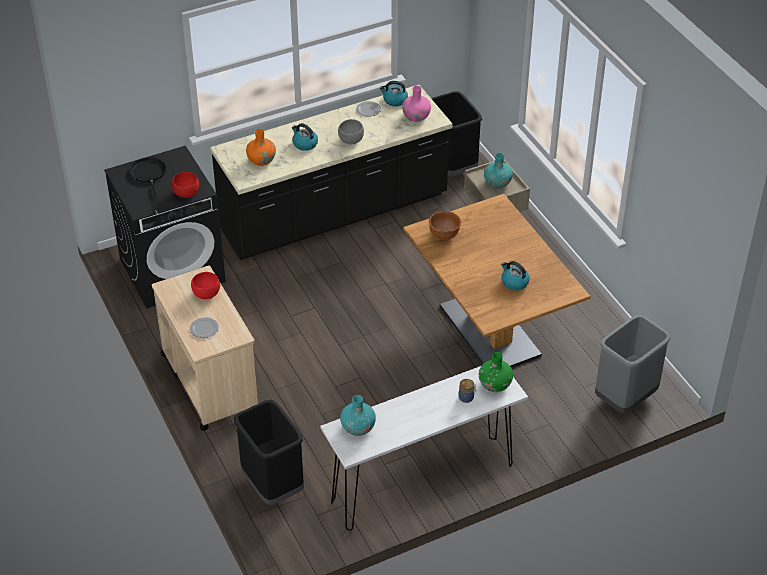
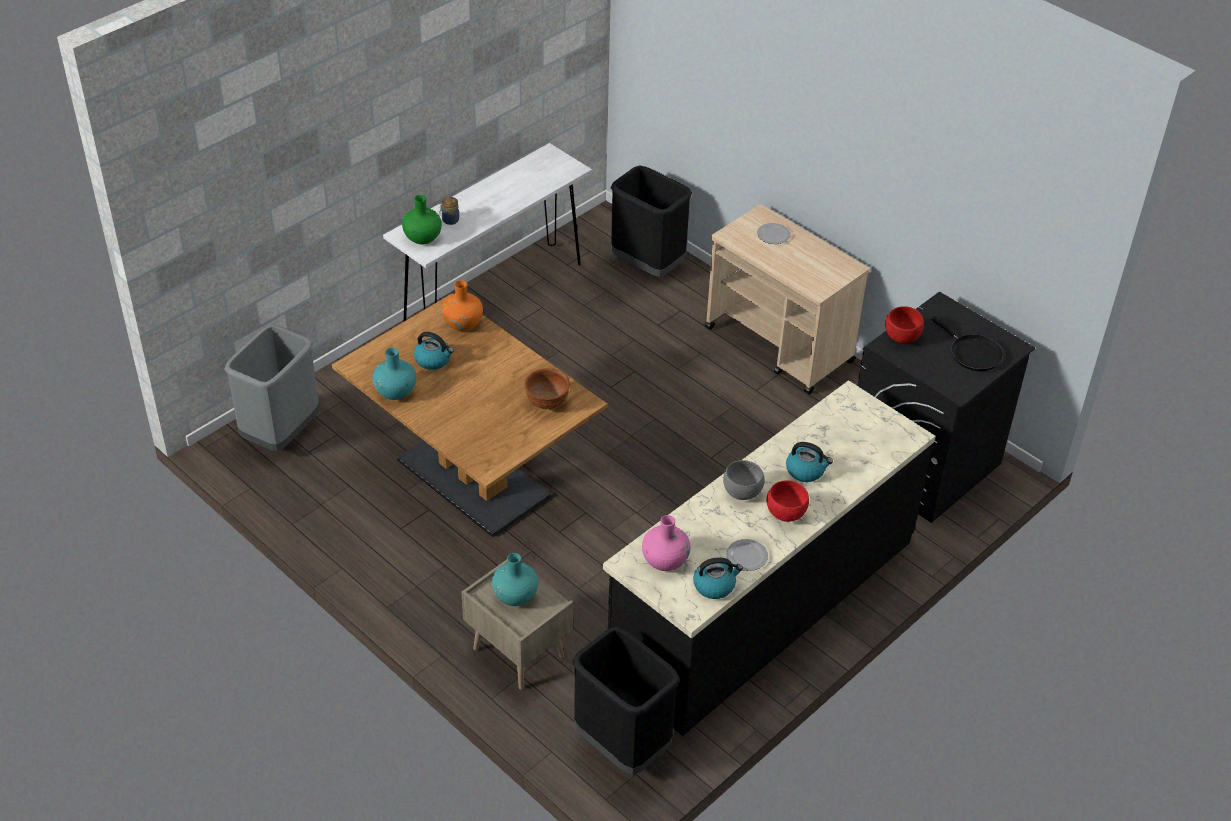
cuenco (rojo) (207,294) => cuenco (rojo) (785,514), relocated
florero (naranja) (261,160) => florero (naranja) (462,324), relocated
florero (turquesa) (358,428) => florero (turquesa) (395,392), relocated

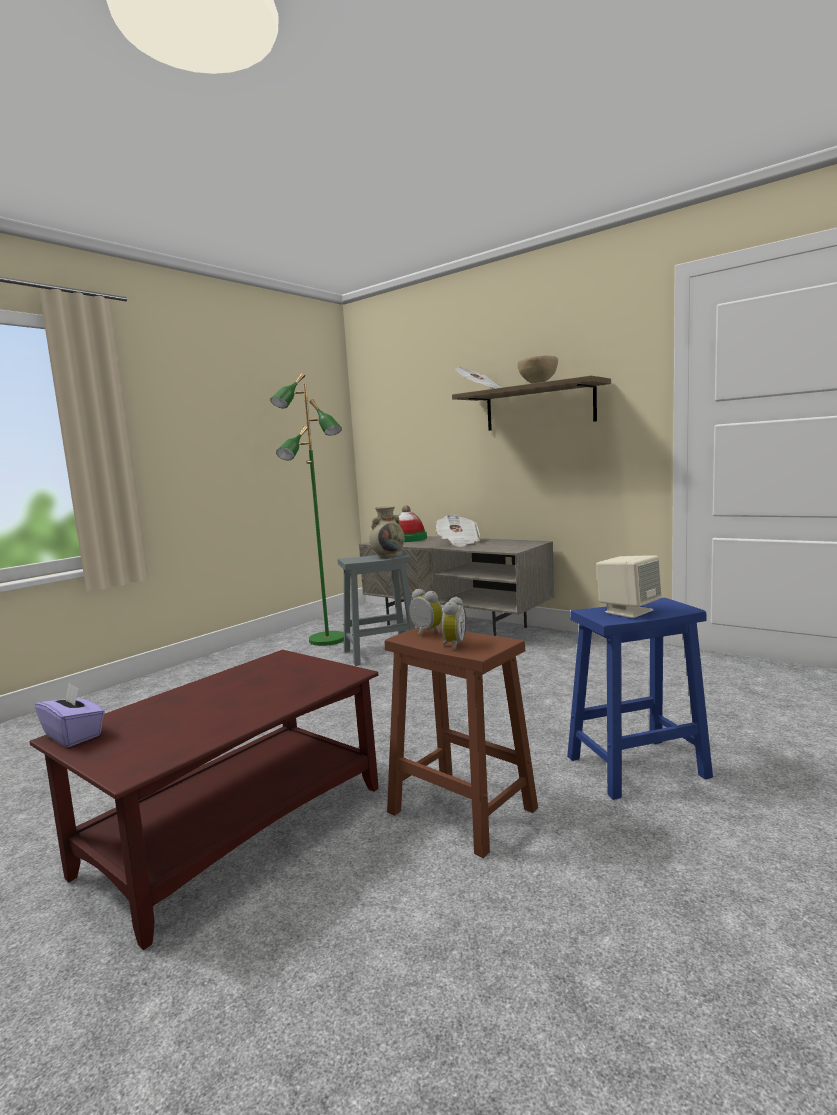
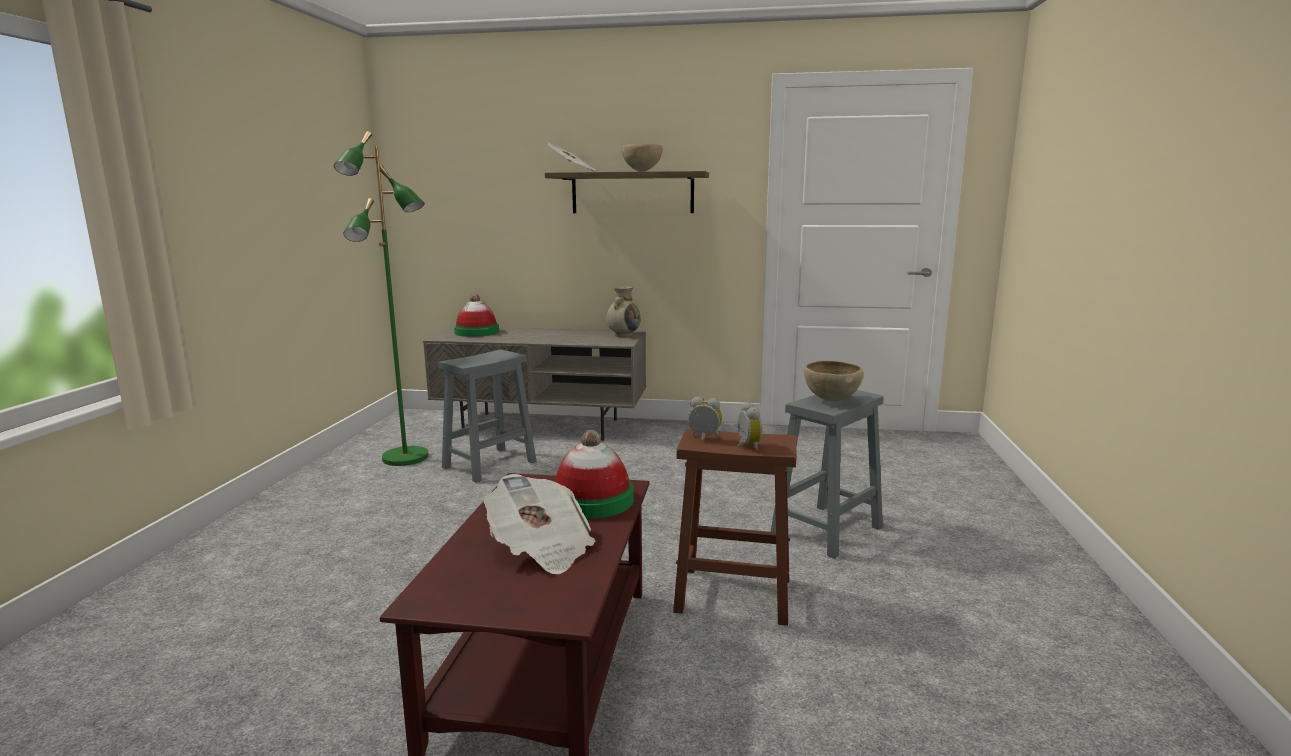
caja de pañuelos (morado) (74,735) => nothing
florero (beis) (388,555) => florero (beis) (623,335), relocated
periódico (458,543) => periódico (541,548), relocated
taburete (azul) (635,767) => taburete (gris) (826,531)
altavoz (beis) (628,611) => cuenco (marrón) (831,401)
nothing => sombrero (592,500)

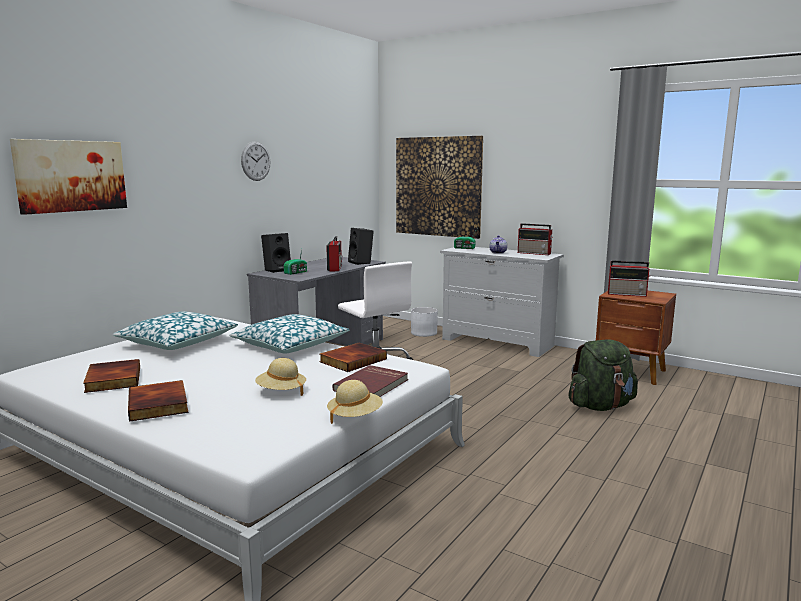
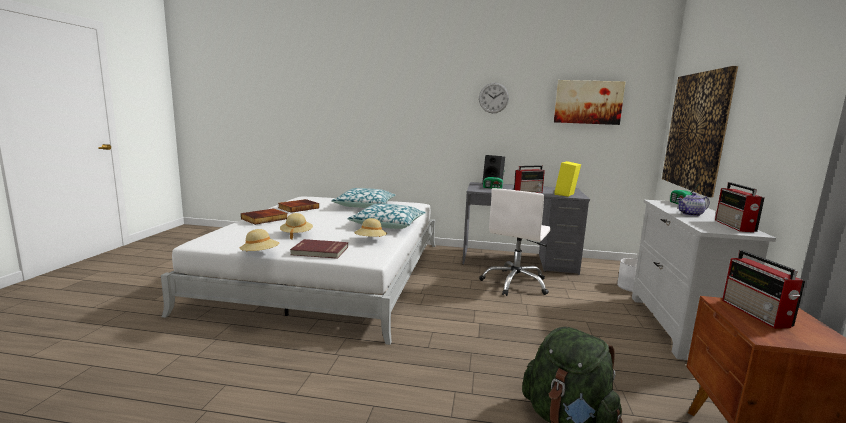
cuadro (71,176) => cuadro (588,102), relocated
libro (352,360) => sombrero (beis) (370,241)
altavoz (negro) (361,262) => altavoz (amarillo) (566,195)

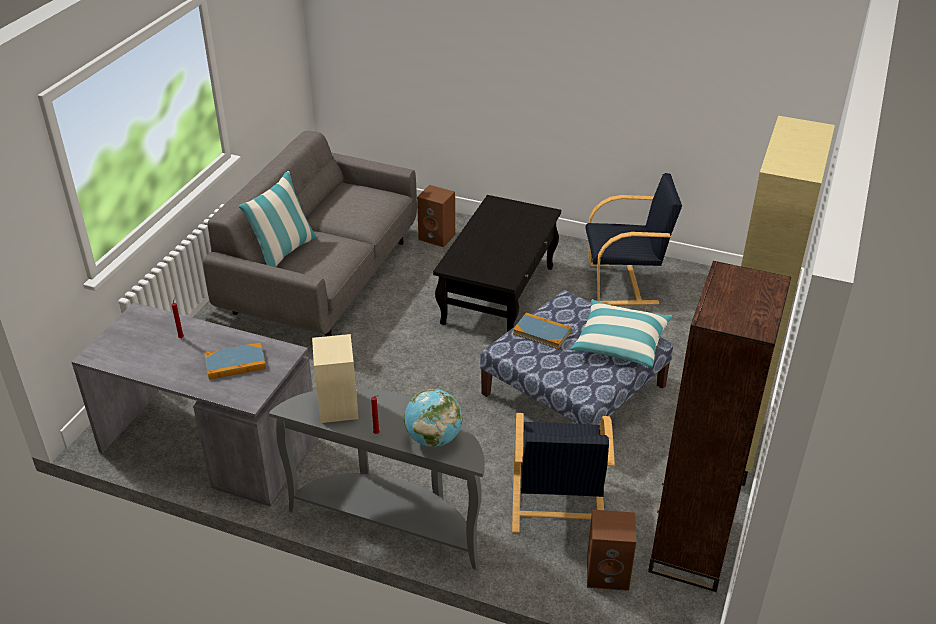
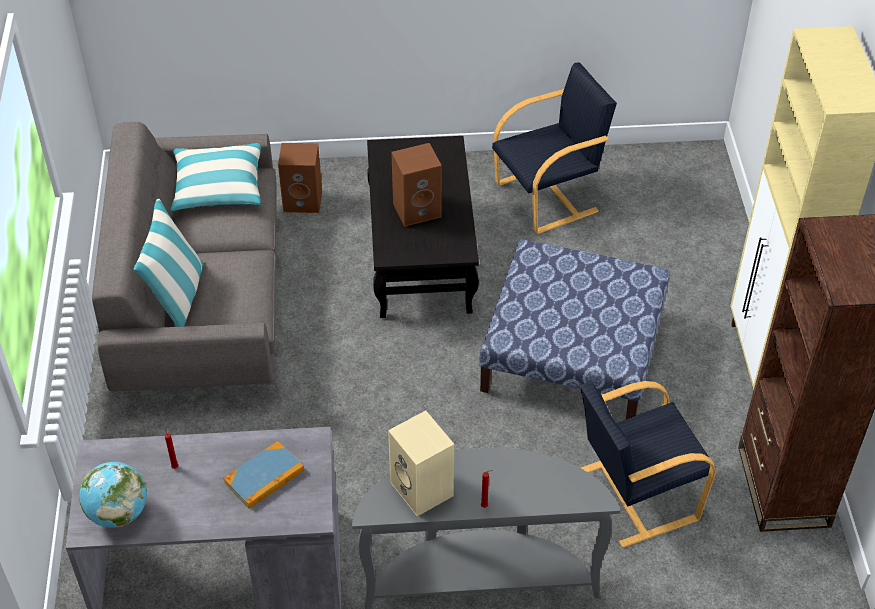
globo terráqueo (433,438) => globo terráqueo (118,513), relocated
sillón (negro) (557,506) => sillón (negro) (635,494), 90 degrees clockwise
libro (542,332) => nothing
cojín (620,343) => cojín (218,186), relocated
altavoz (marrón) (608,573) => altavoz (marrón) (417,209), relocated

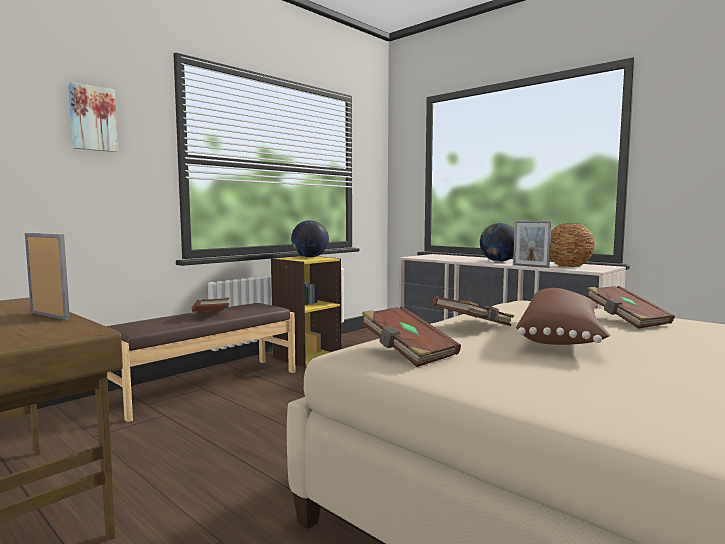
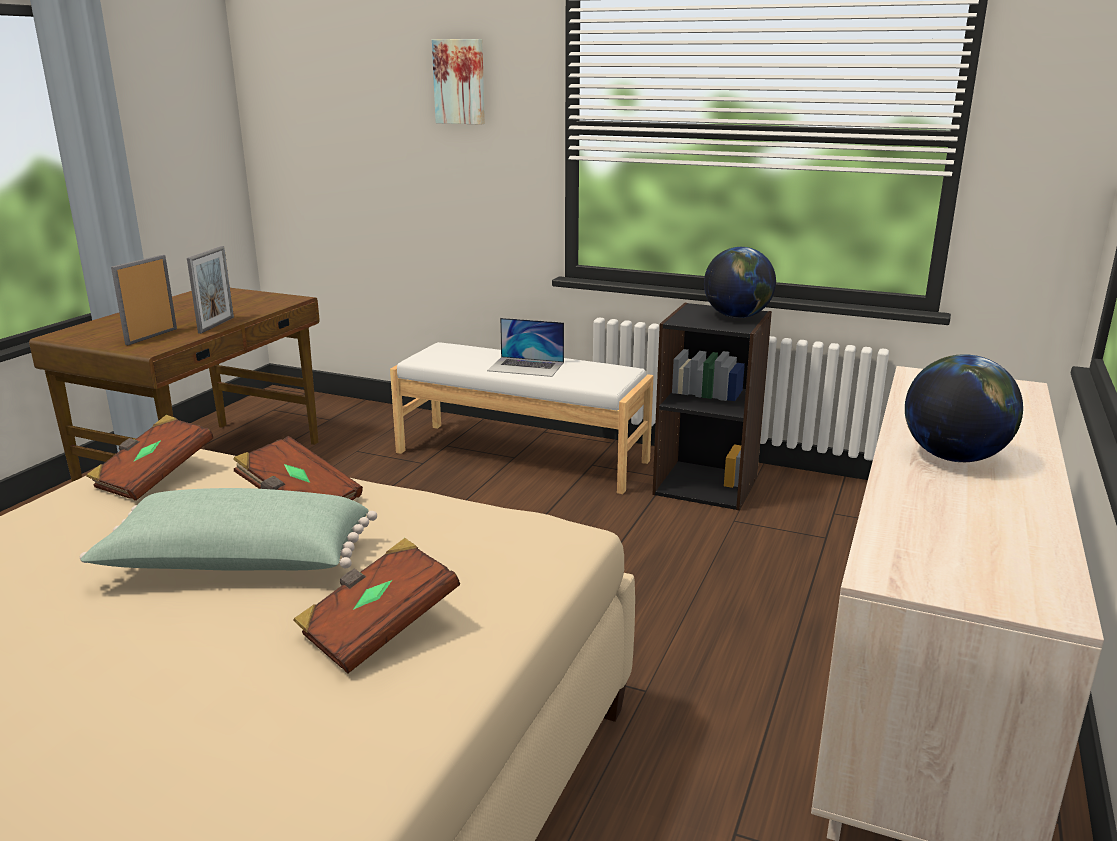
banco (marrón) (206,386) => banco (blanco) (522,456)
libro (marrón) (211,315) => portátil (526,366)
estantería (amarillo) (306,356) => estantería (negro) (706,484)
portarretratos (530,266) => portarretratos (151,336), relocated
cojín (marrón) (562,337) => cojín (verde) (238,565)
florero (568,266) => nothing

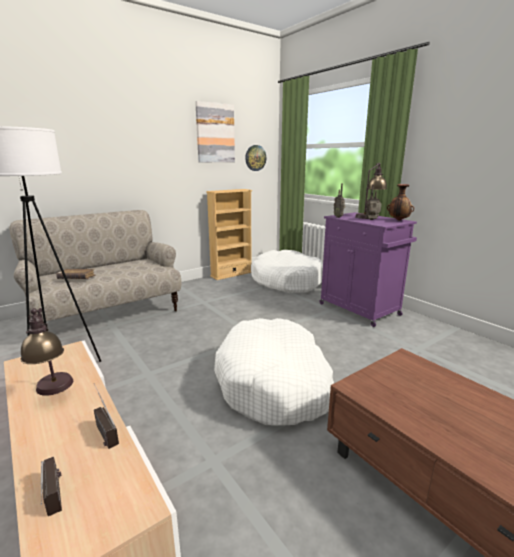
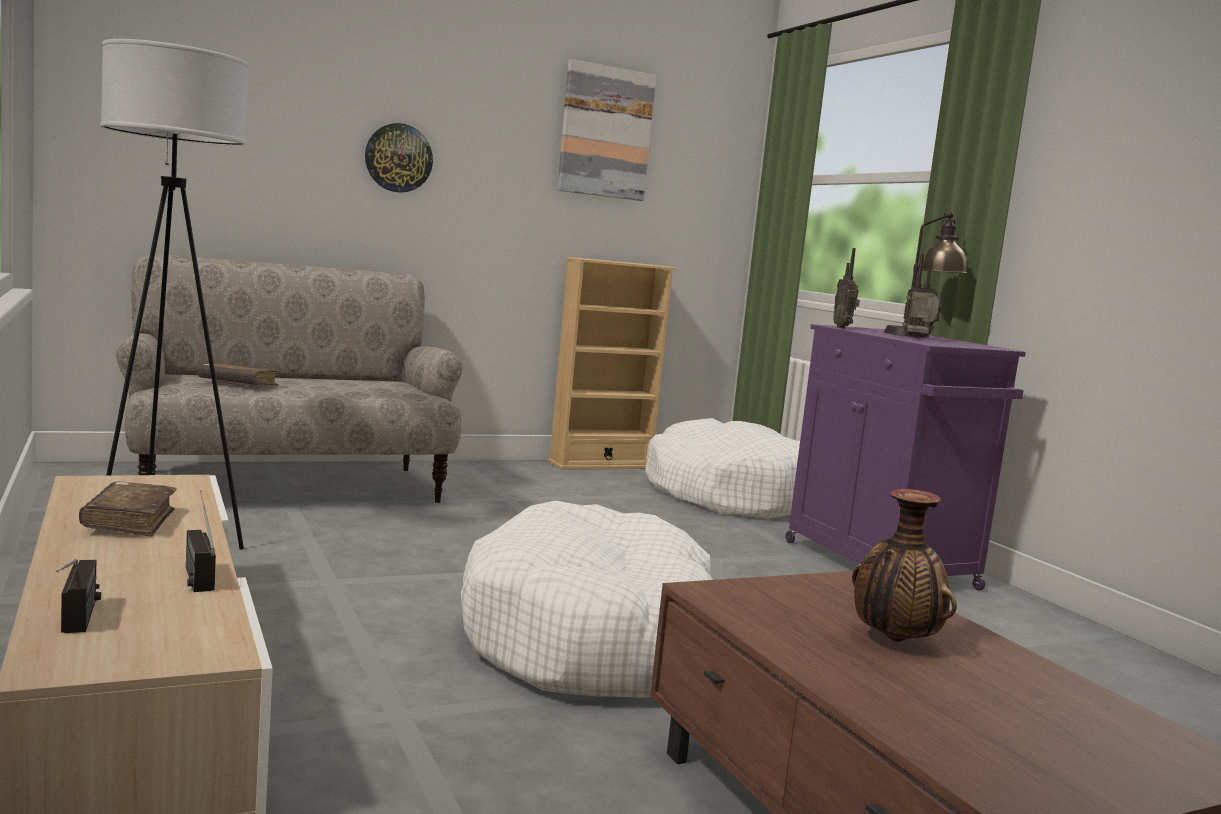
lámpara de mesa (54,392) => libro (marrón) (129,522)
reloj de pared (255,158) => reloj de pared (398,158), relocated
florero (398,220) => florero (893,640), relocated

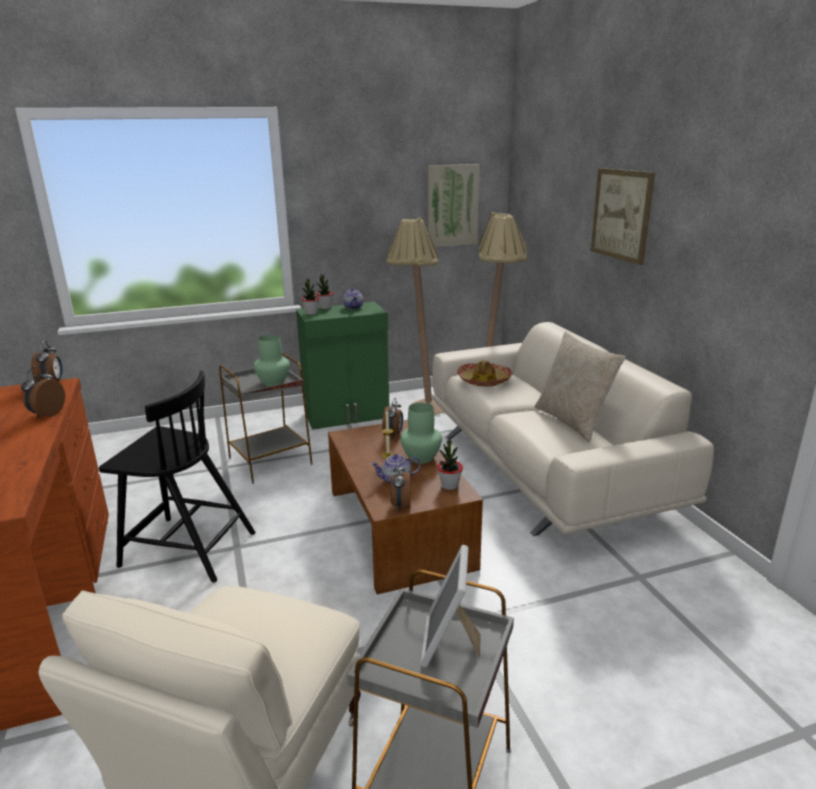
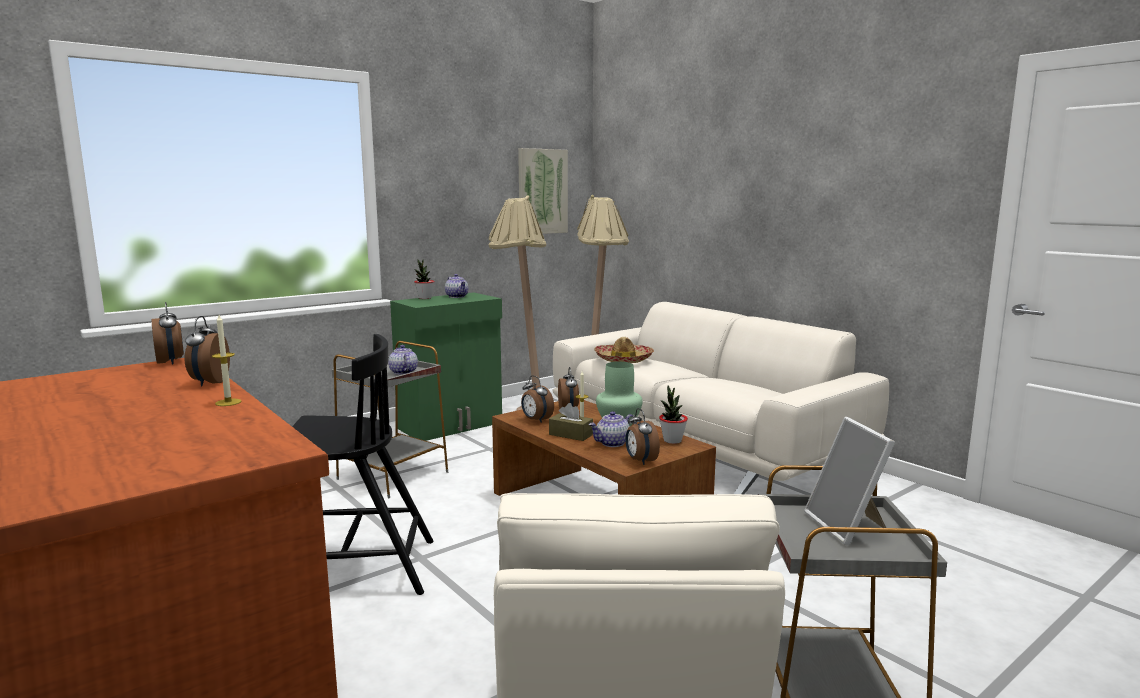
florero (verde) (273,382) => tetera (403,372)
planta en maceta (311,313) => nothing
cojín (beis) (573,421) => nothing
cuadro (621,214) => nothing
nothing => vela (228,402)
nothing => despertador (536,420)
nothing => caja de pañuelos (marrón) (570,435)

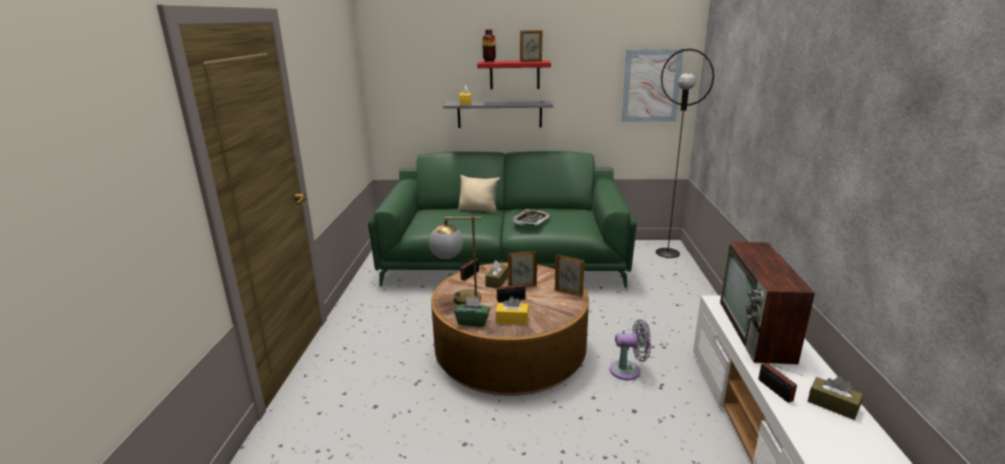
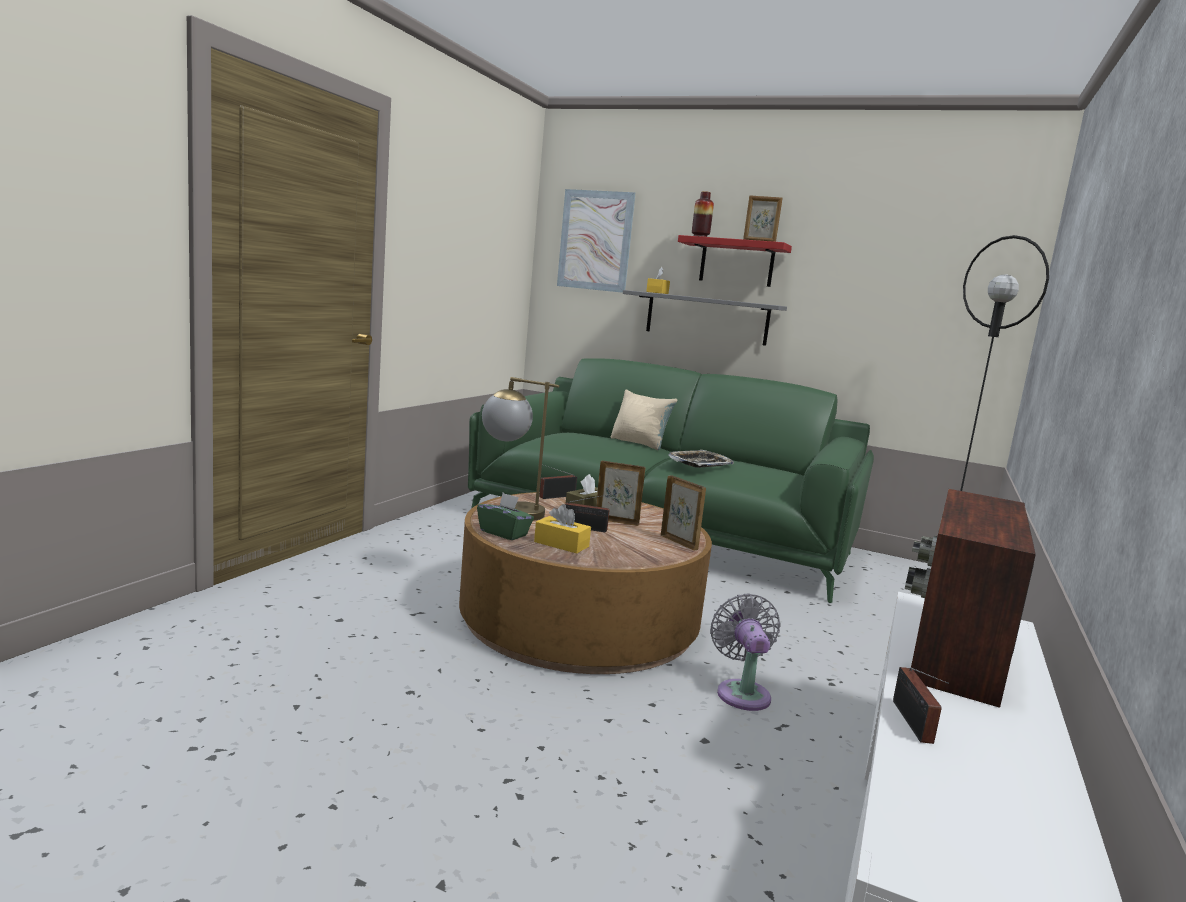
ventilador (gris) (628,370) => ventilador (gris) (742,692), 120 degrees counterclockwise
cuadro (651,86) => cuadro (595,240), relocated
caja de pañuelos (marrón) (832,405) => nothing

